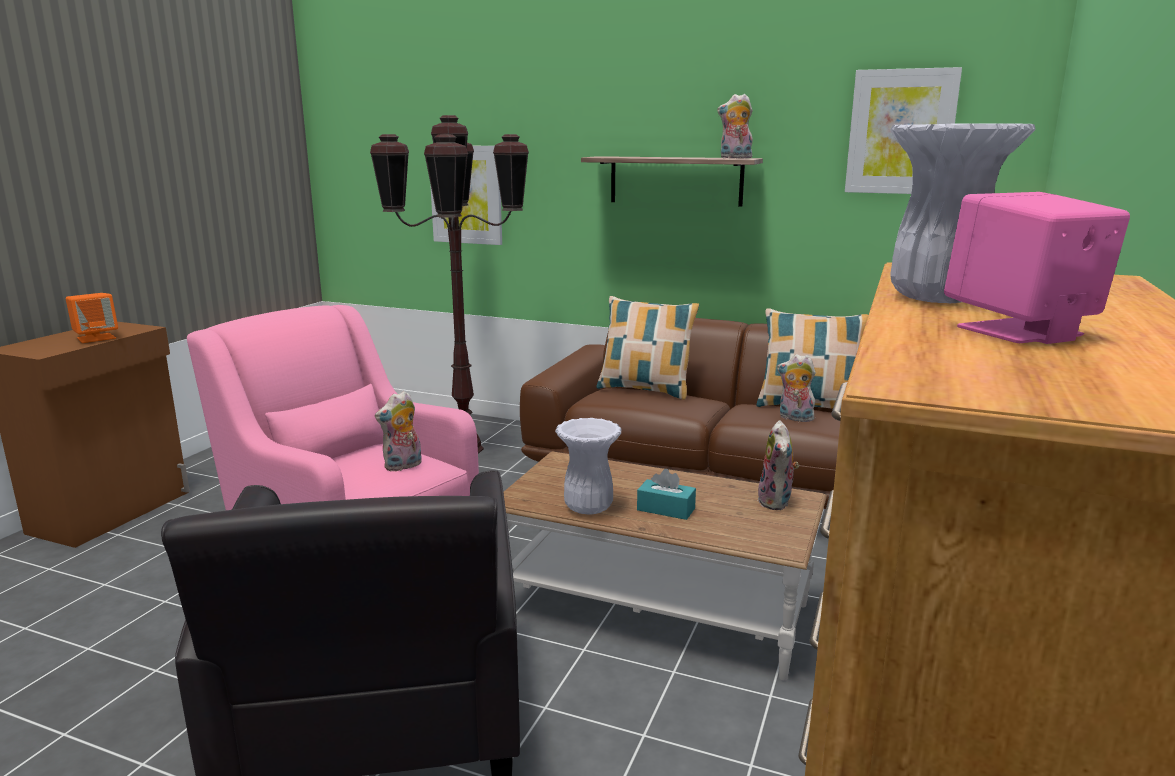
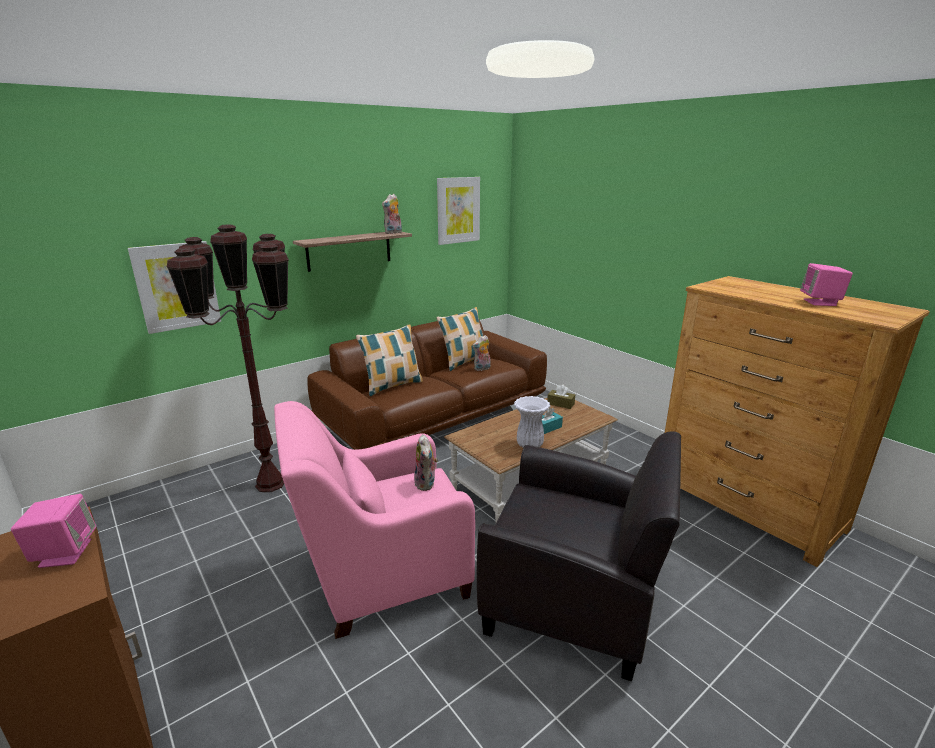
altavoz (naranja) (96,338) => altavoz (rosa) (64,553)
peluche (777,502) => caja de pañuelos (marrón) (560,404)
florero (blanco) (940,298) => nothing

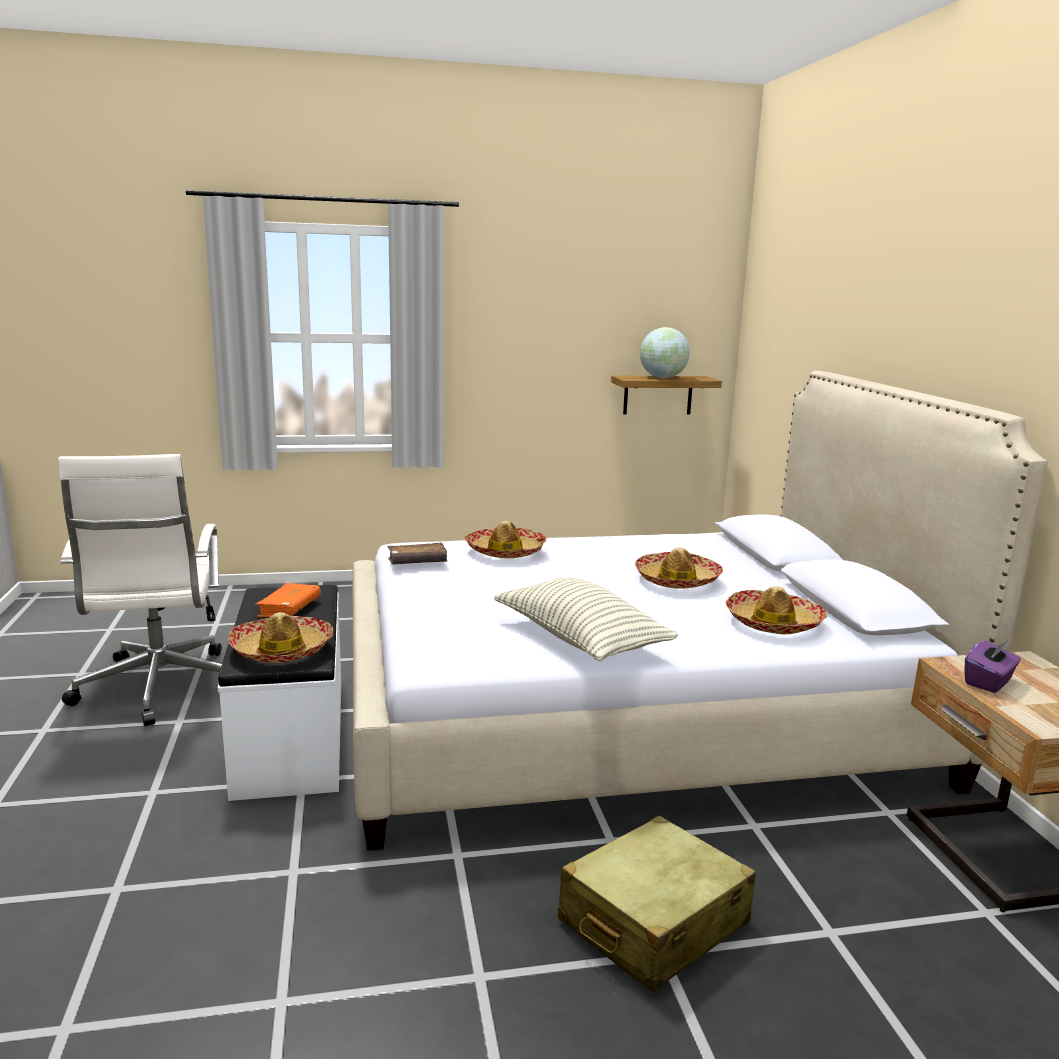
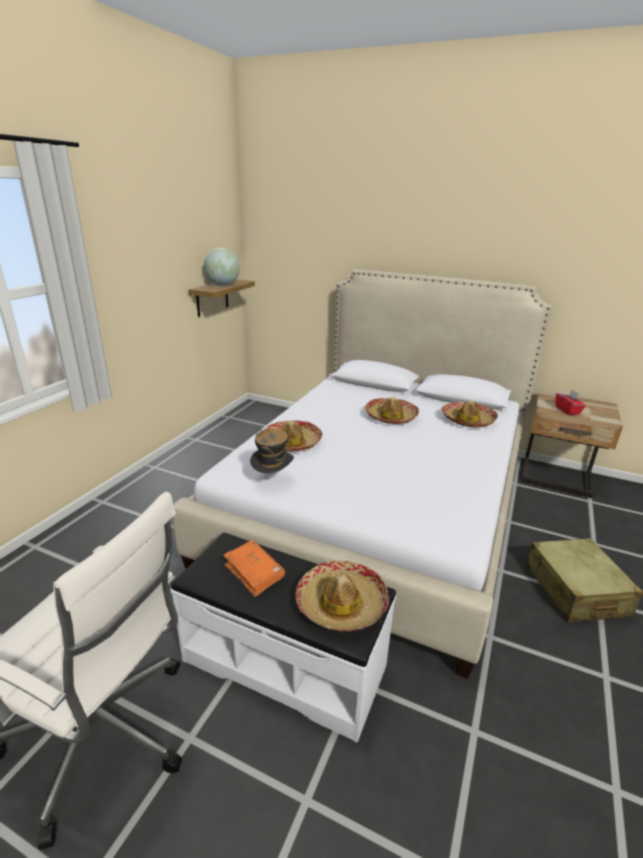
libro (marrón) (417,562) => sombrero (272,480)
cojín (580,640) => nothing
caja de pañuelos (morado) (988,682) => caja de pañuelos (rojo) (567,410)

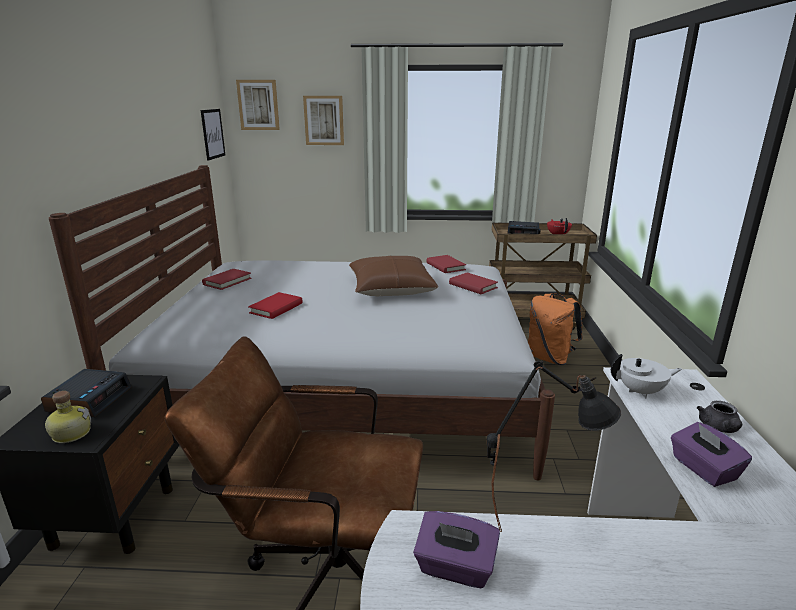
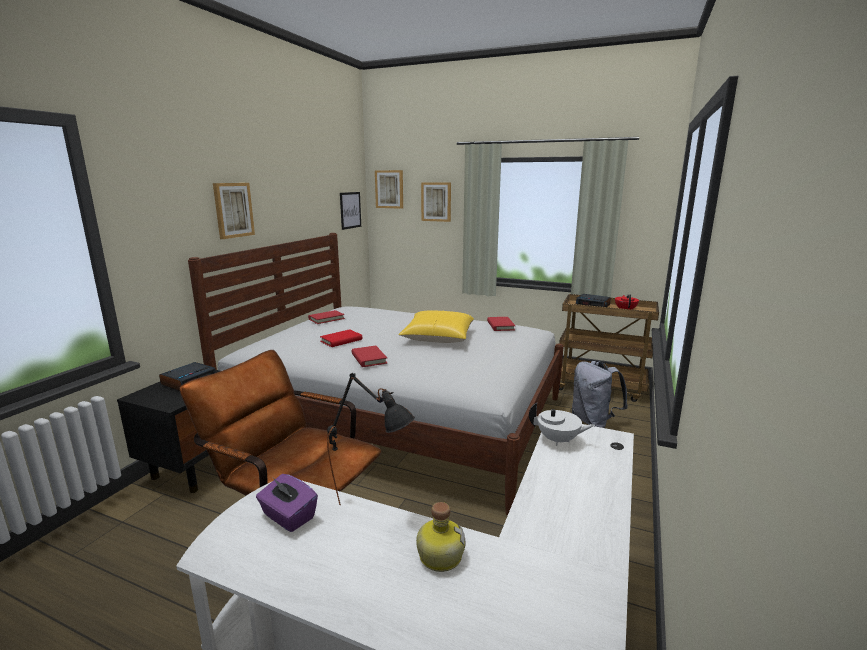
botella (71,433) => botella (439,555), relocated
cojín (marrón) (391,289) => cojín (amarillo) (438,337)
libro (rojo) (473,286) => libro (rojo) (369,358), relocated
mochila (naranja) (549,358) => mochila (gris) (593,422)
caja de pañuelos (morado) (703,469) => nothing
tetera (gris) (719,428) => nothing
nothing => cuadro (233,210)

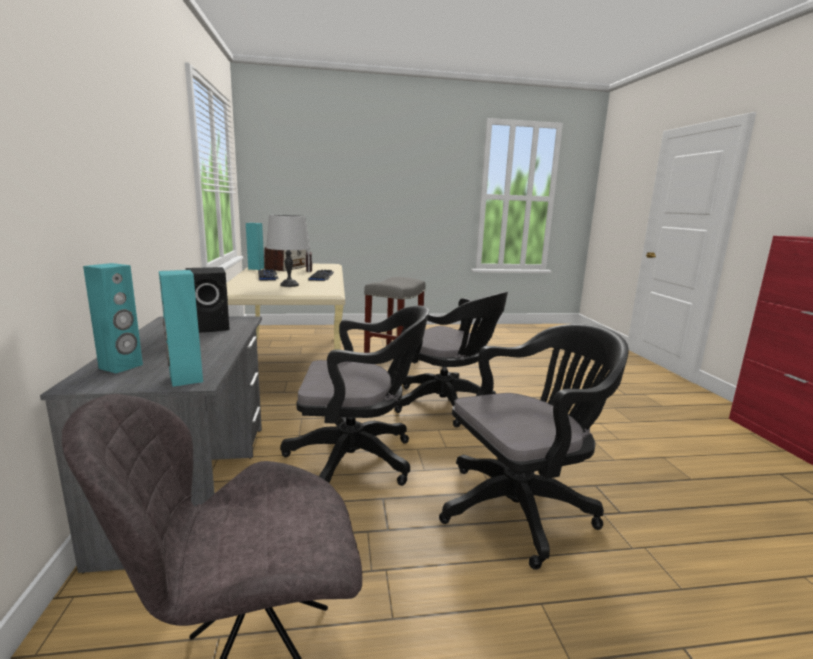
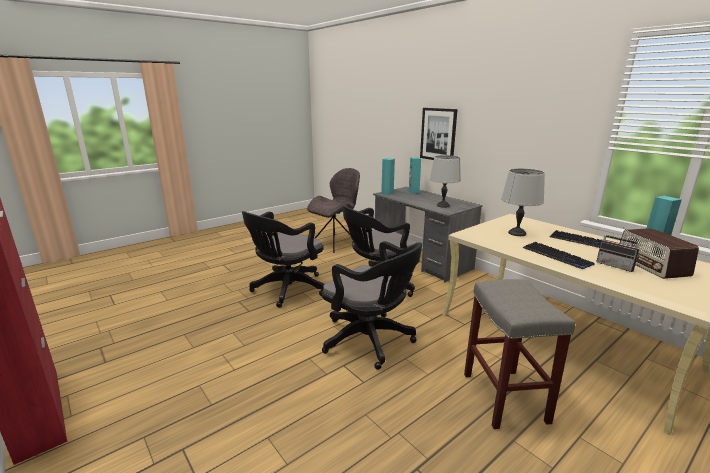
altavoz (negro) (211,327) => lámpara de mesa (gris) (443,205)
silla de oficina (negro) (447,405) => silla de oficina (negro) (371,341), 150 degrees counterclockwise
nothing => cuadro (438,134)

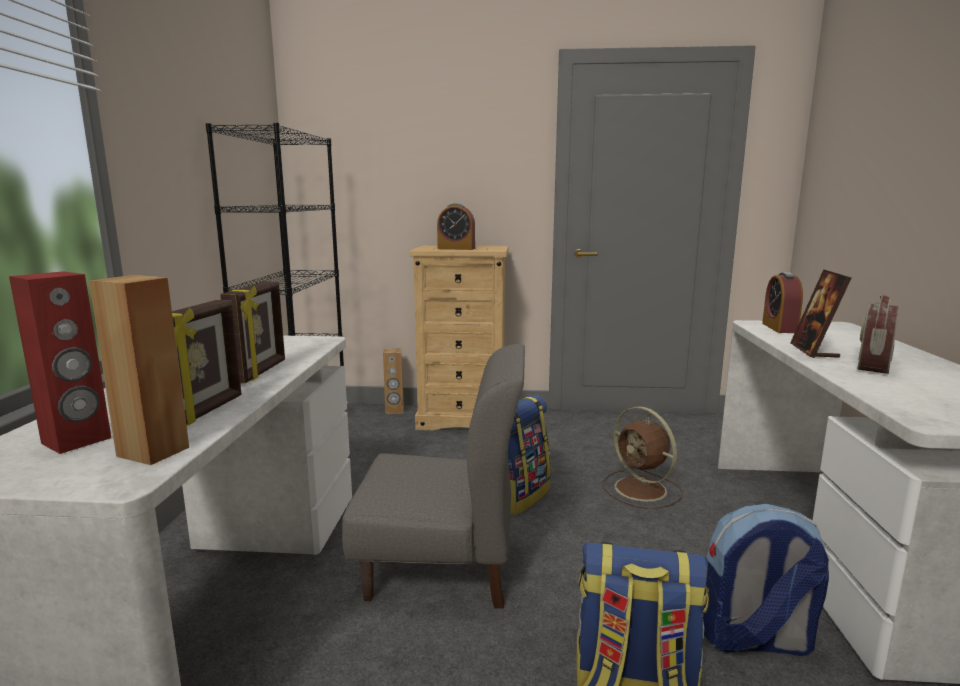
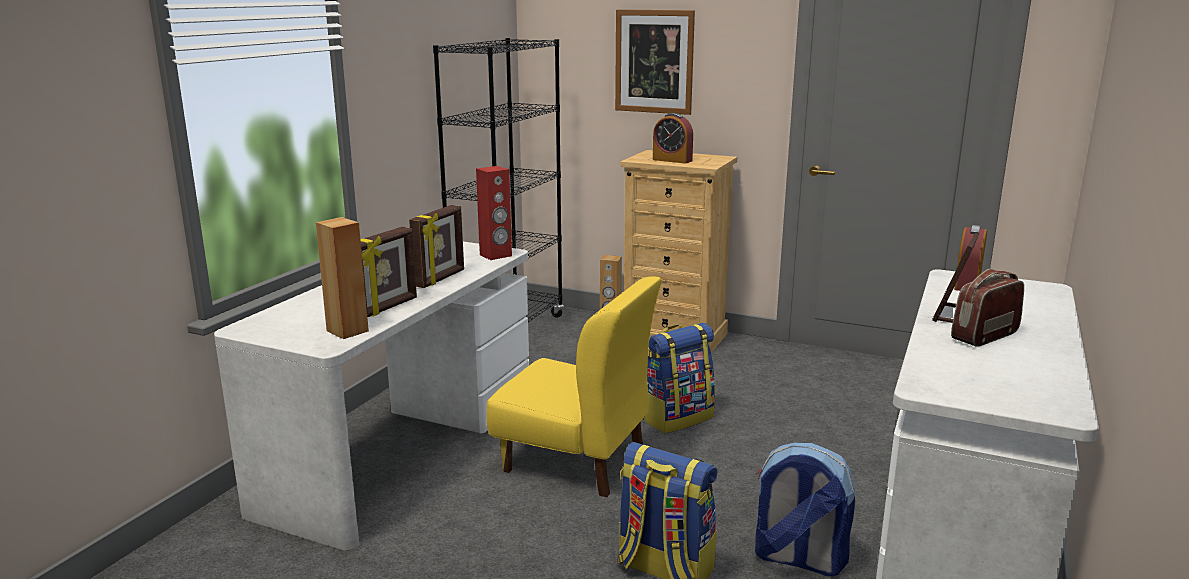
altavoz (rojo) (77,441) => altavoz (rojo) (496,255), relocated
silla (gris) (442,567) => silla (amarillo) (575,460)
ventilador (marrón) (642,490) => nothing
nothing => cuadro (654,61)

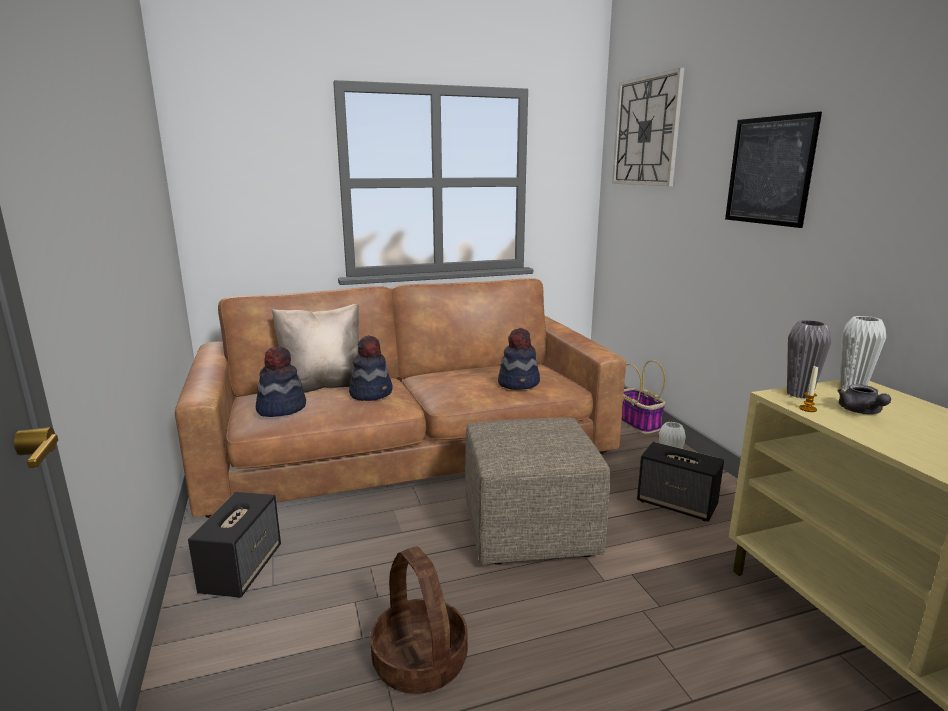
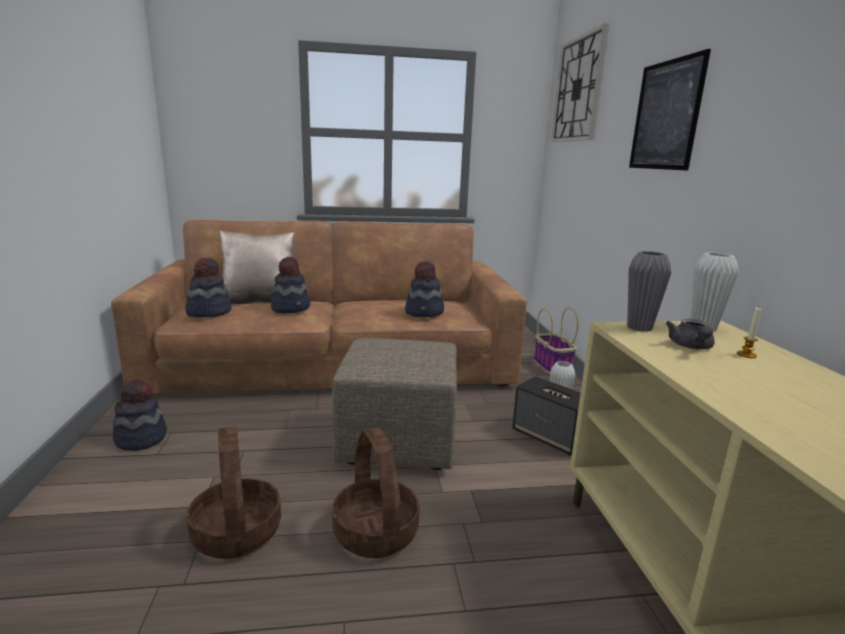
altavoz (242,569) => sombrero (141,438)
vela (807,409) => vela (746,355), relocated
nothing => cesta (375,532)

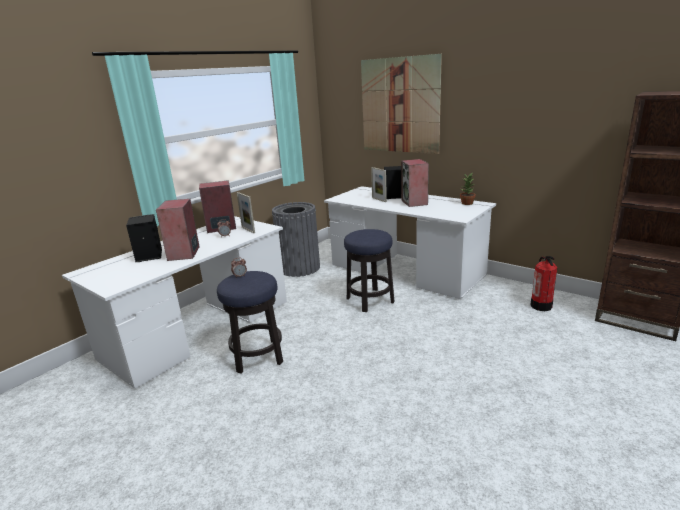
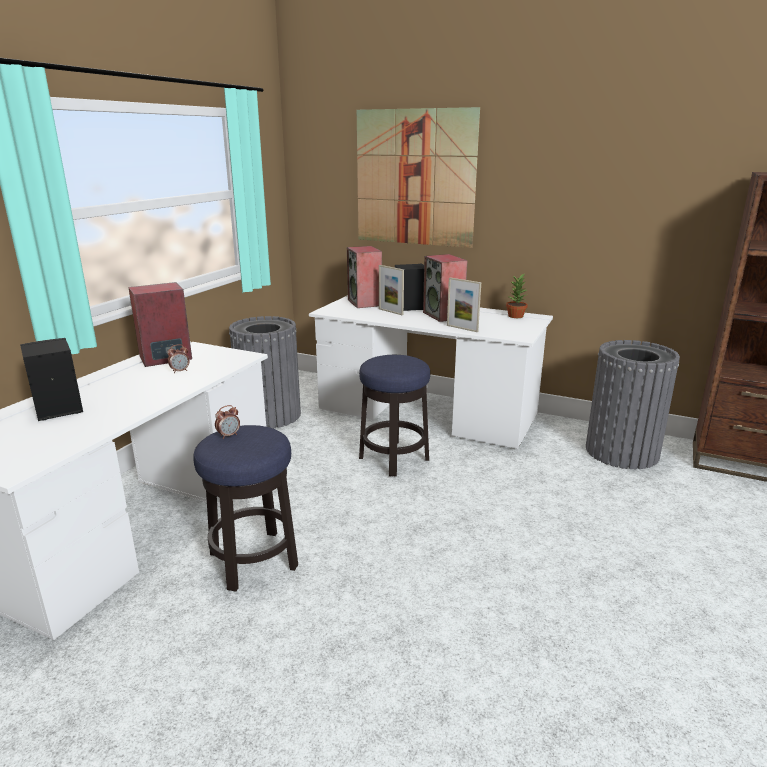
altavoz (184,253) => altavoz (365,303), relocated
portarretratos (248,230) => portarretratos (462,328), relocated
extintor (541,306) => papelera (gris) (622,452)

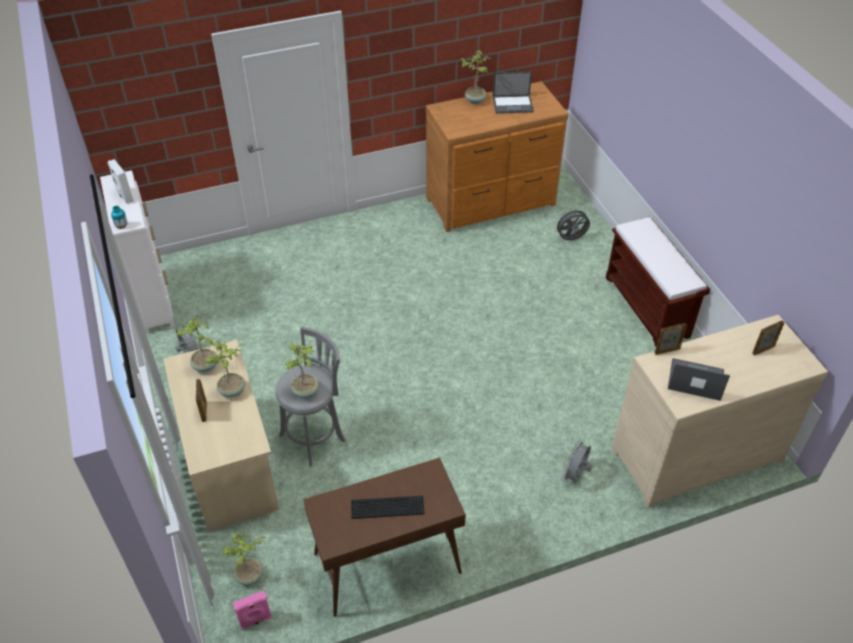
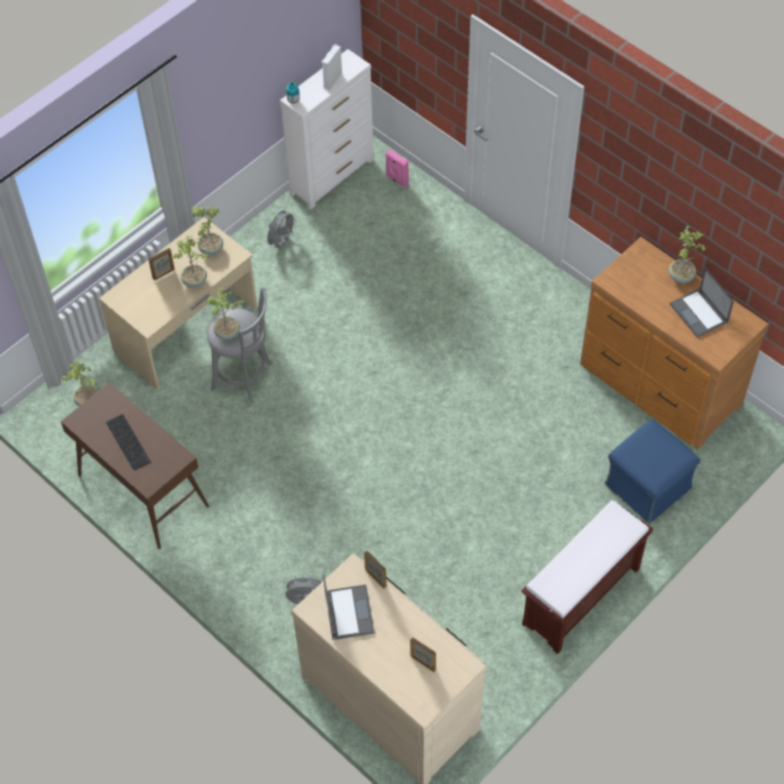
altavoz (rosa) (256,621) => altavoz (rosa) (396,180), relocated
ventilador (gris) (571,239) => puf (azul) (646,486)

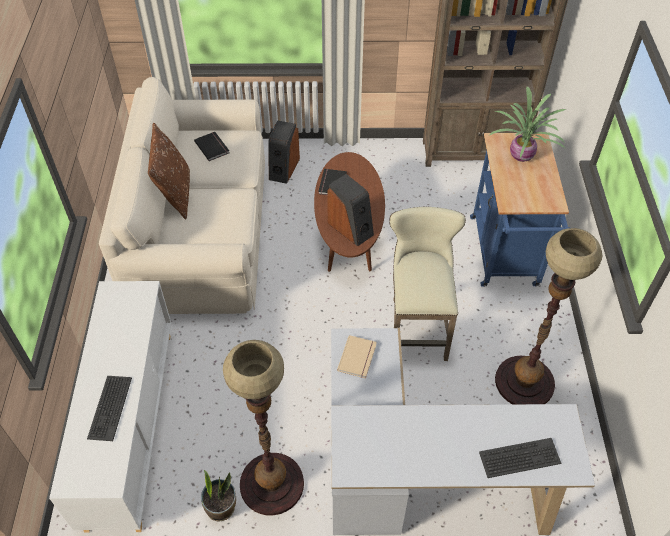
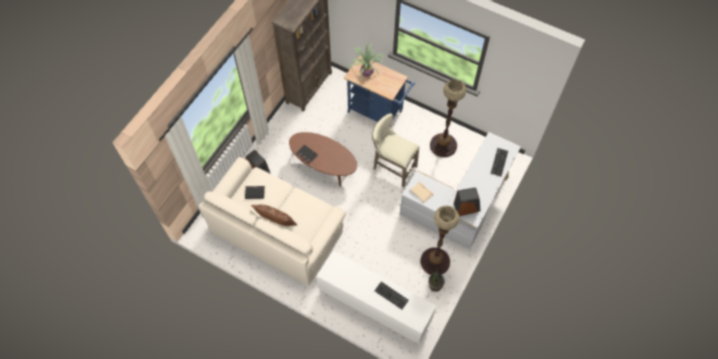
altavoz (351,228) => altavoz (466,207), relocated

